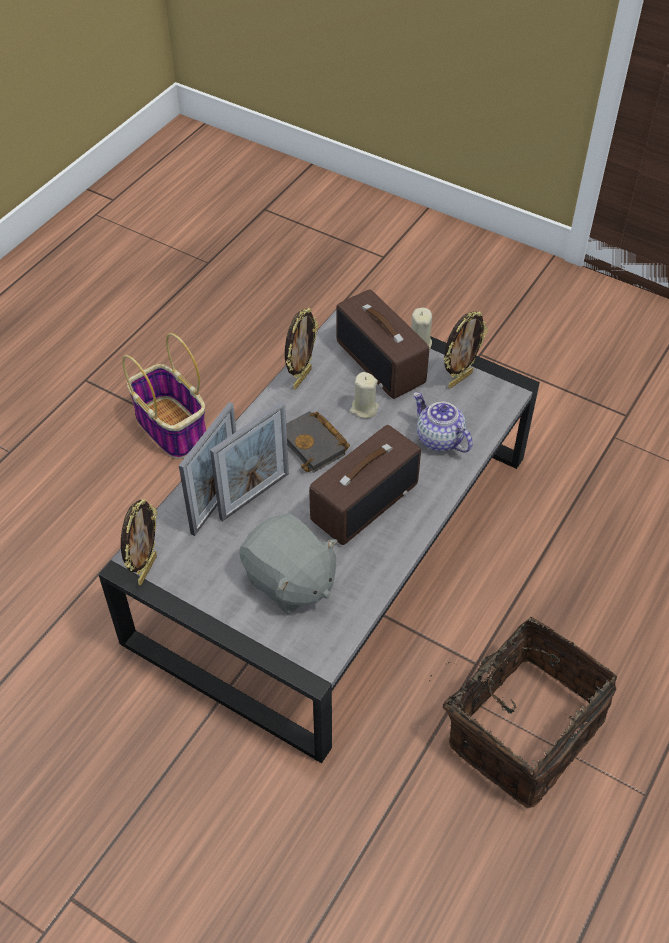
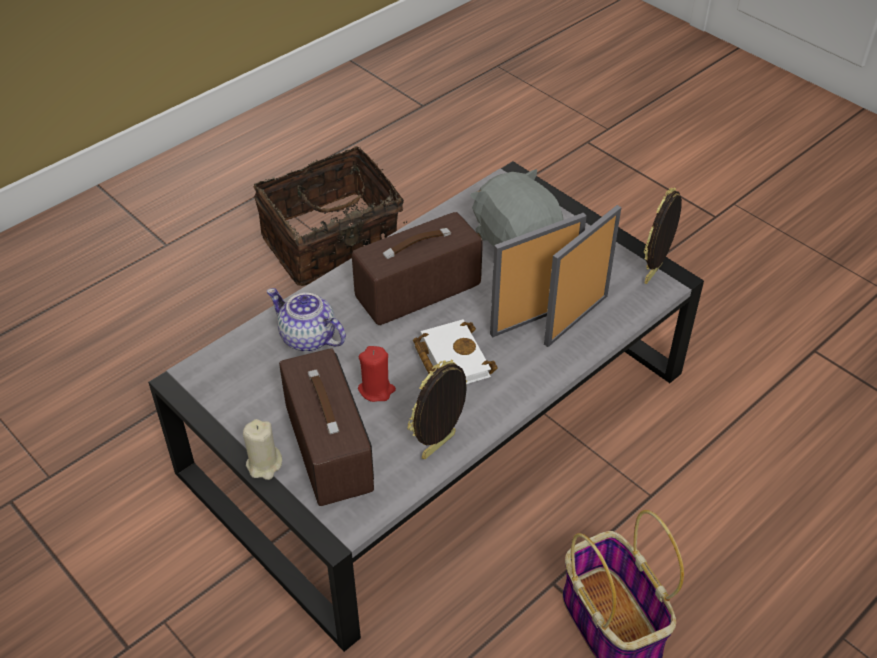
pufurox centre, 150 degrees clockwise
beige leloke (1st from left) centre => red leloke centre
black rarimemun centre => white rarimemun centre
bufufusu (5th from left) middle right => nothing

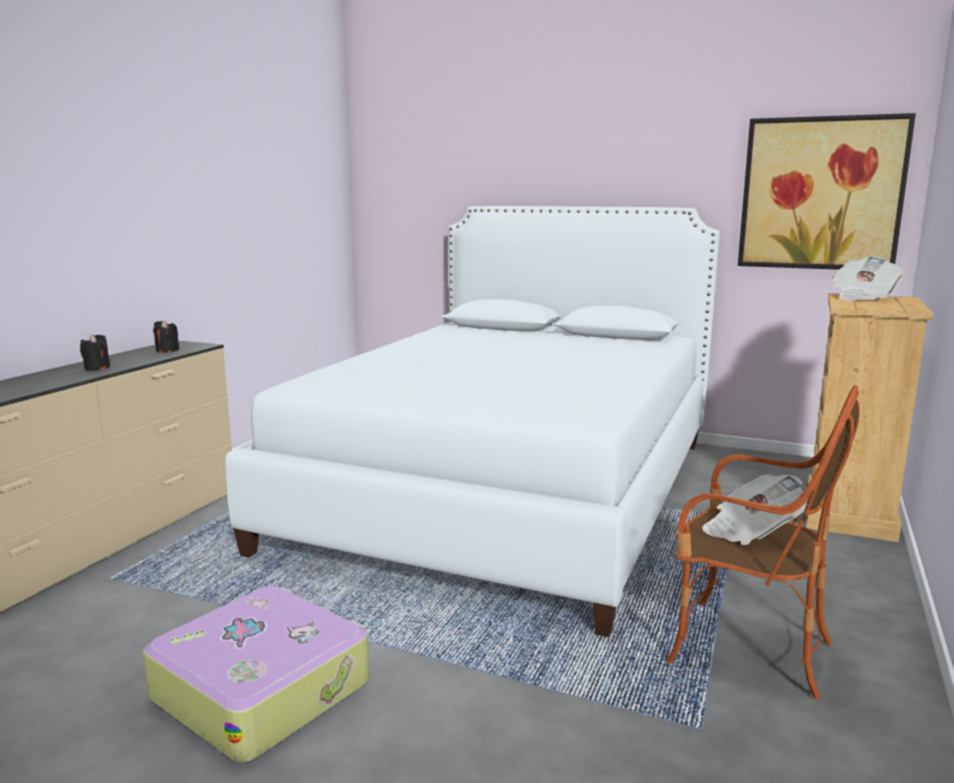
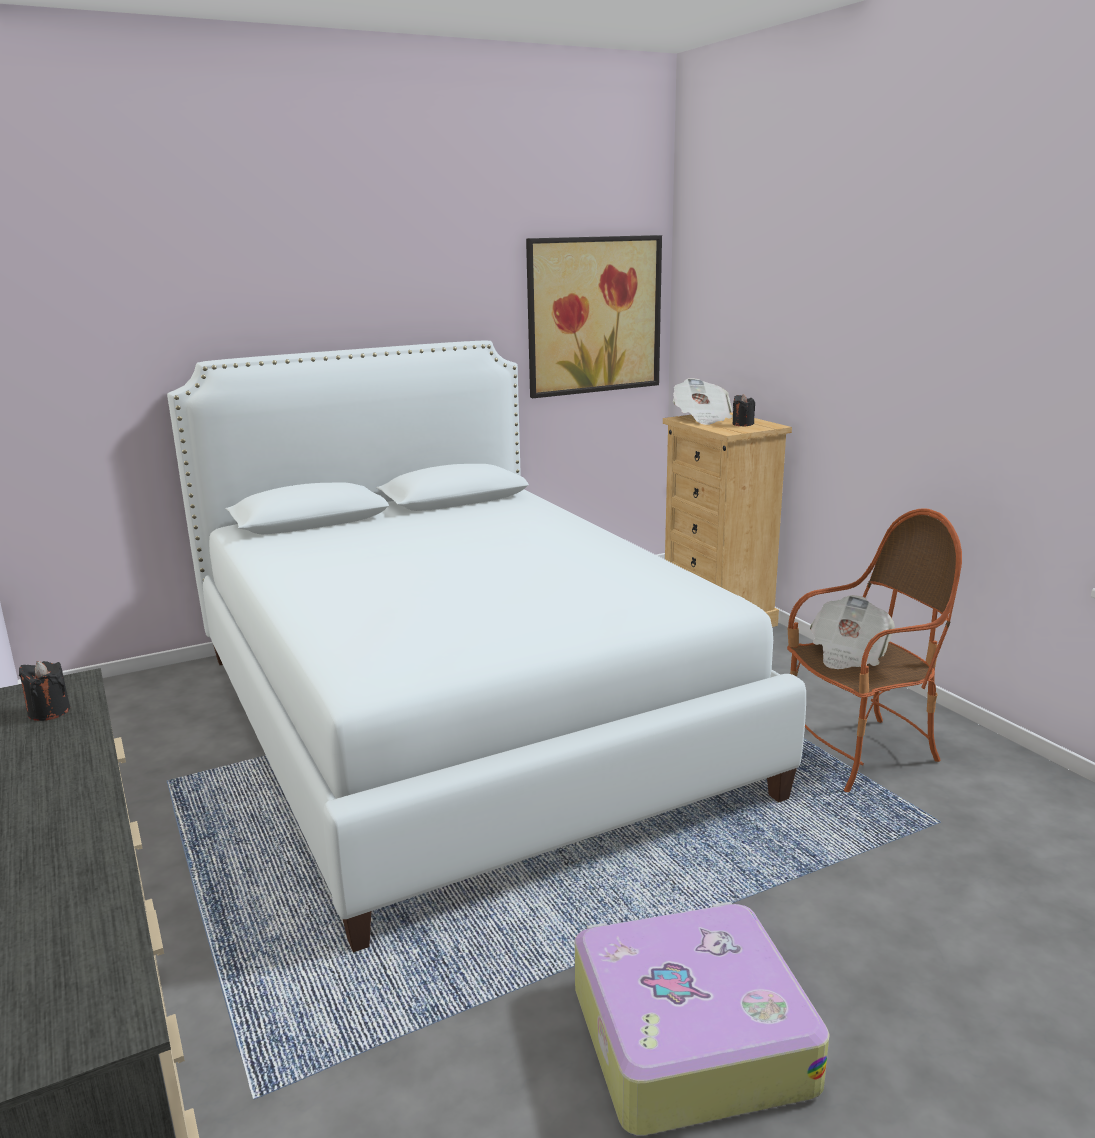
black leloke (1st from left in the first image) middle left => black leloke (2nd from left) middle right, moved

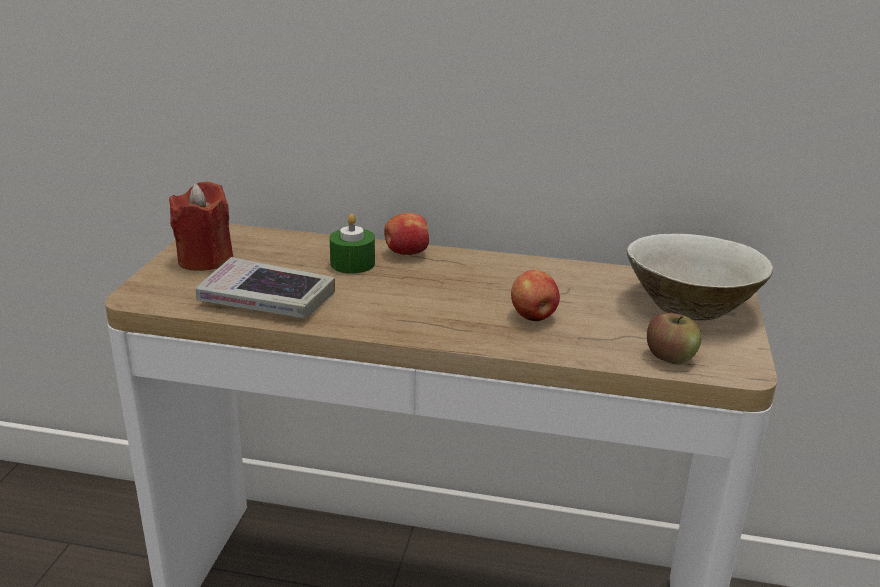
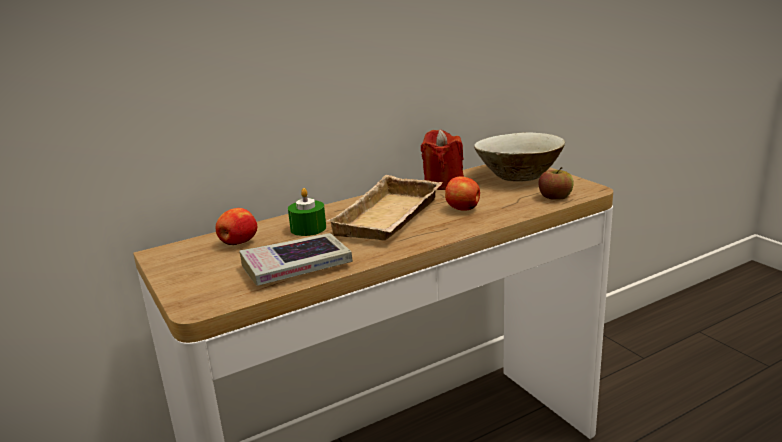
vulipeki (1st from left) centre => vulipeki (1st from left) middle left, moved
nothing => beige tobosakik centre
red leloke middle left => red leloke centre, moved

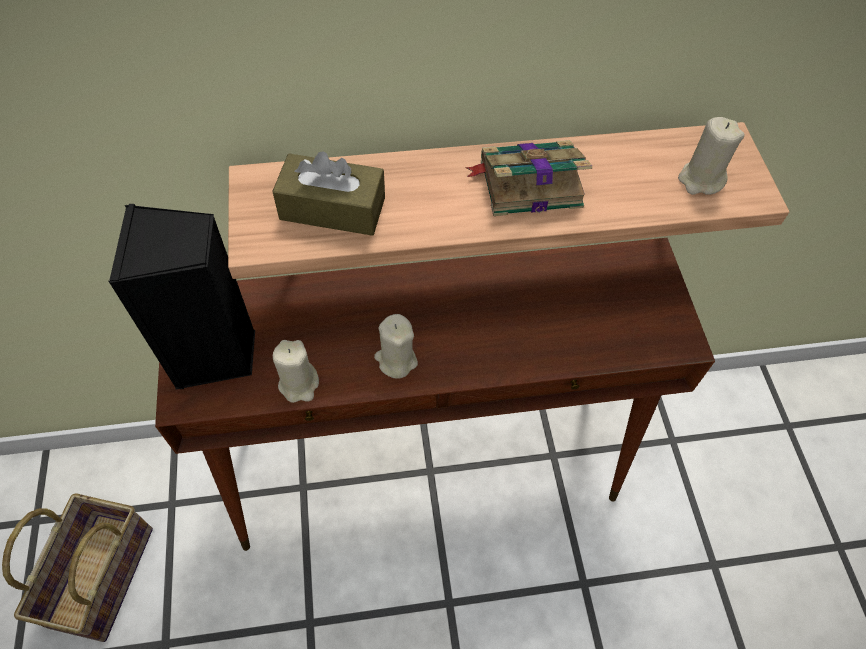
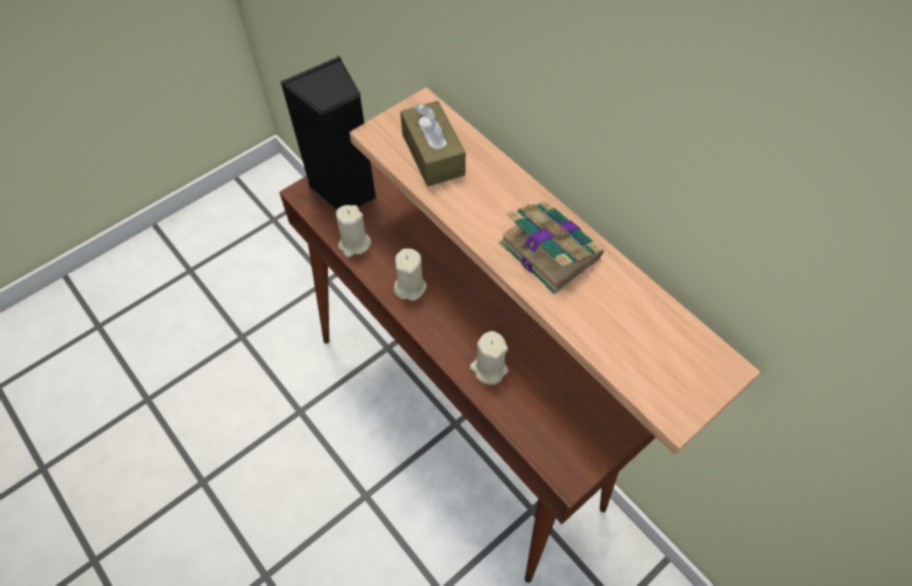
beige leloke (3rd from left) top right => beige leloke (3rd from left) centre, moved
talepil bottom left => nothing

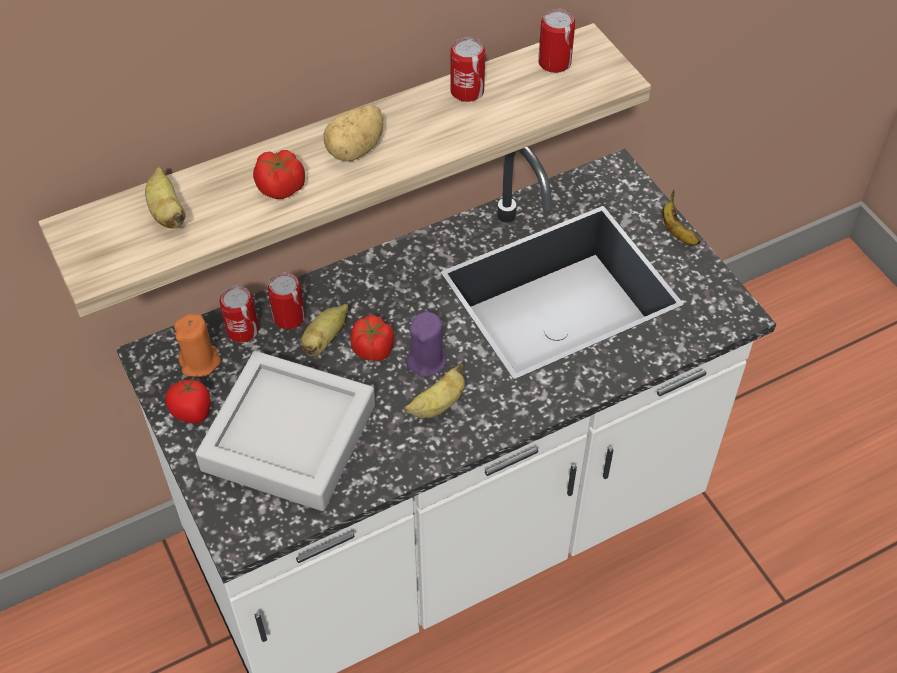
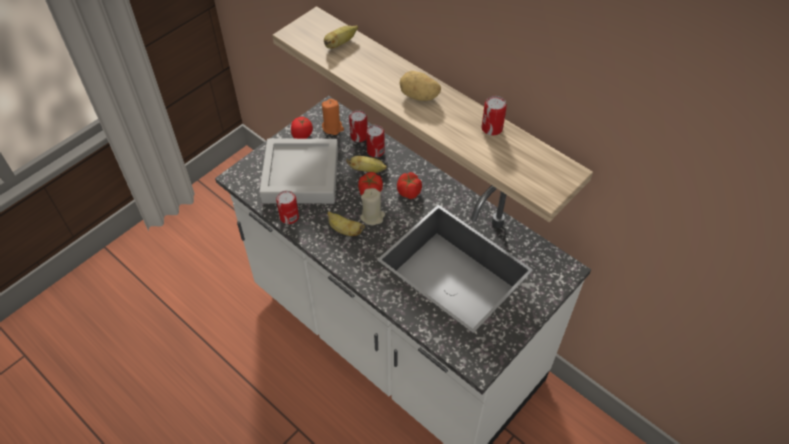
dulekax (4th from left in the first image) top centre => dulekax (1st from left) centre, moved
purple leloke centre => beige leloke centre
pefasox (2nd from left in the first image) top left => pefasox (3rd from left) centre, moved
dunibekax (4th from left) top right => nothing

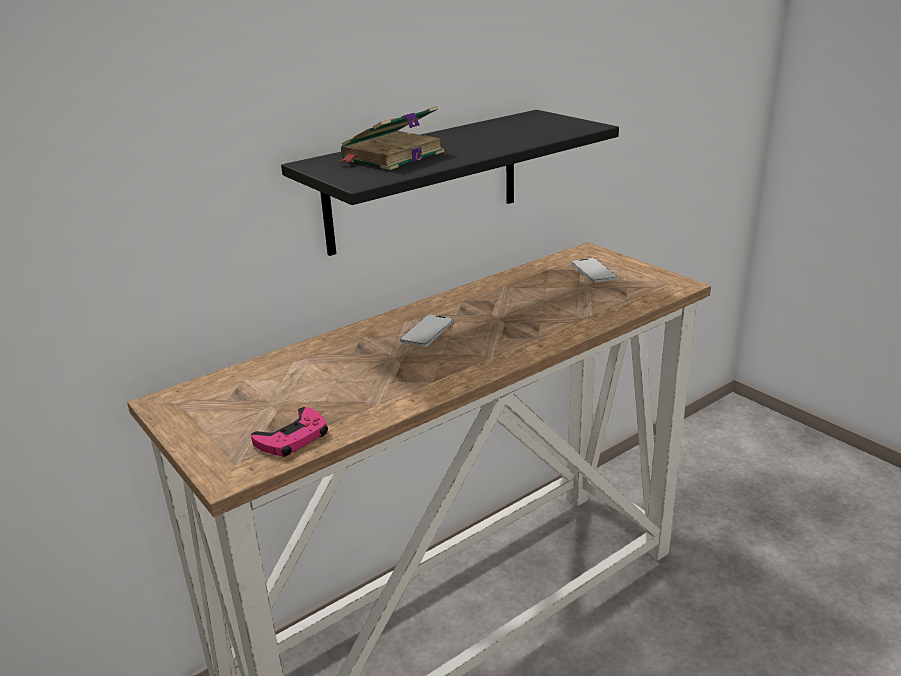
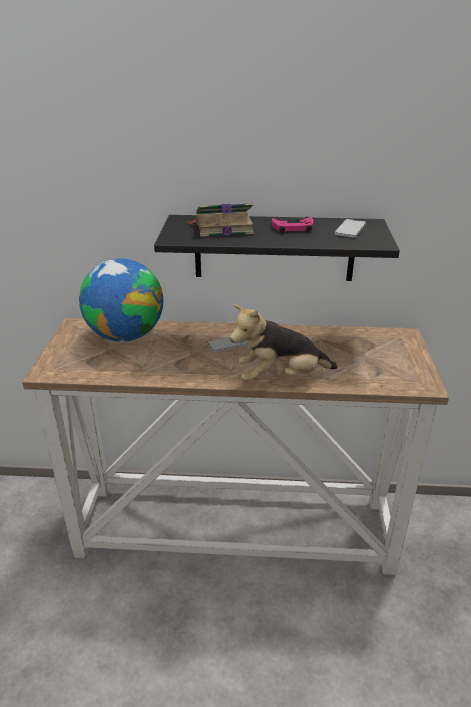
nothing => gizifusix middle left
nothing => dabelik centre
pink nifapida middle left => pink nifapida top centre, moved
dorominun (2nd from left) centre => dorominun (2nd from left) top right, moved

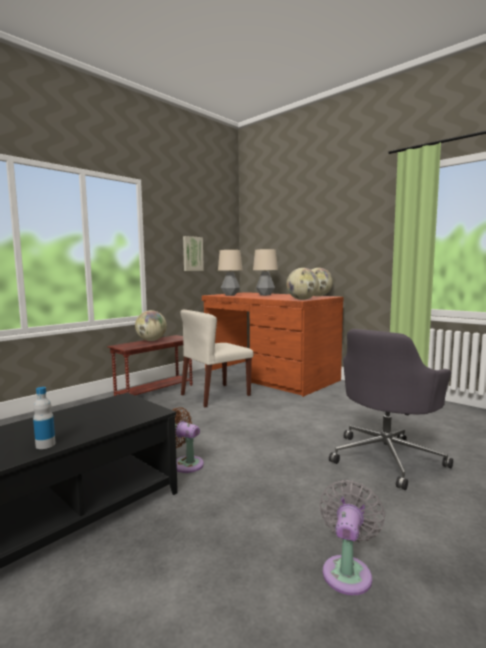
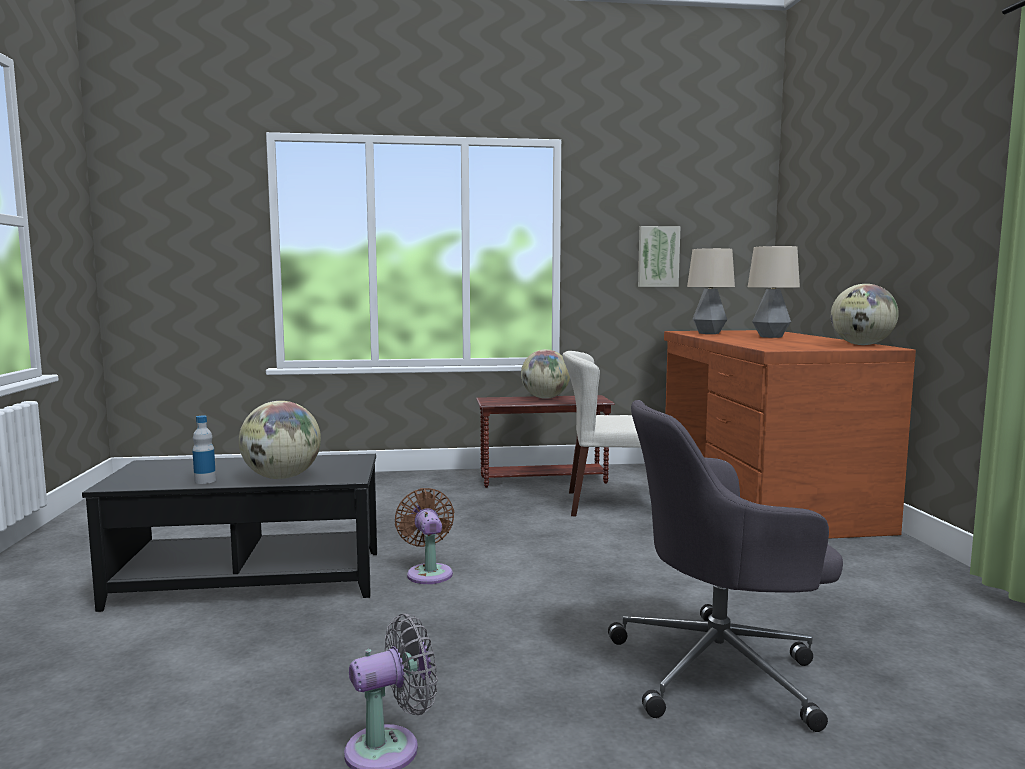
gizifusix (2nd from left in the first image) centre => gizifusix (1st from left) middle left, moved

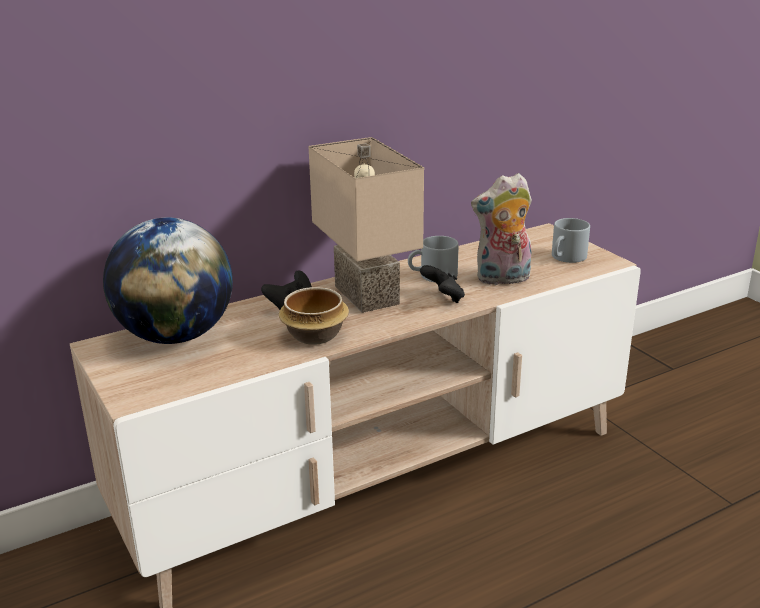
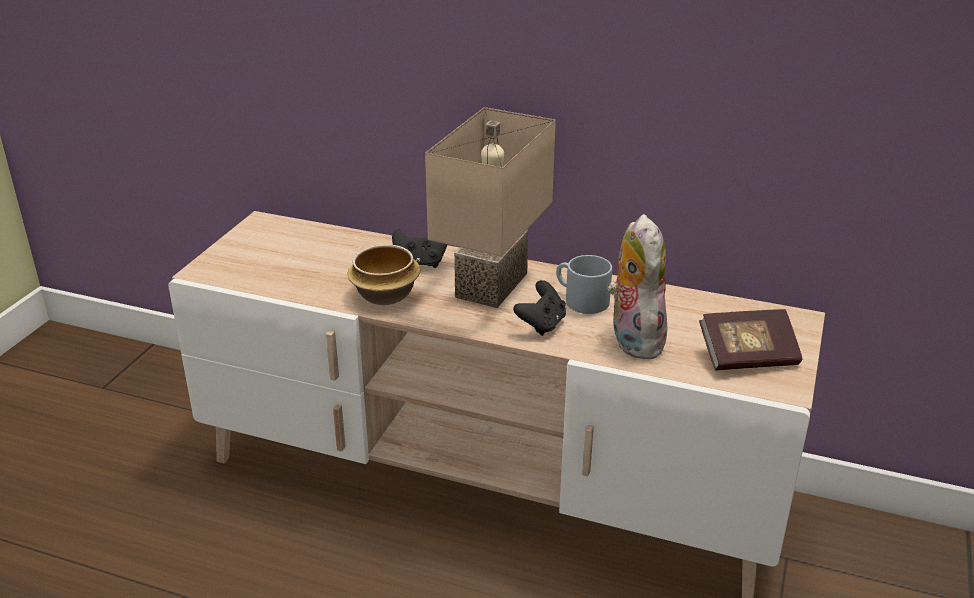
dabelik centre, 45 degrees clockwise
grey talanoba (2nd from left) middle right => rarimemun middle right
gizifusix middle left => nothing

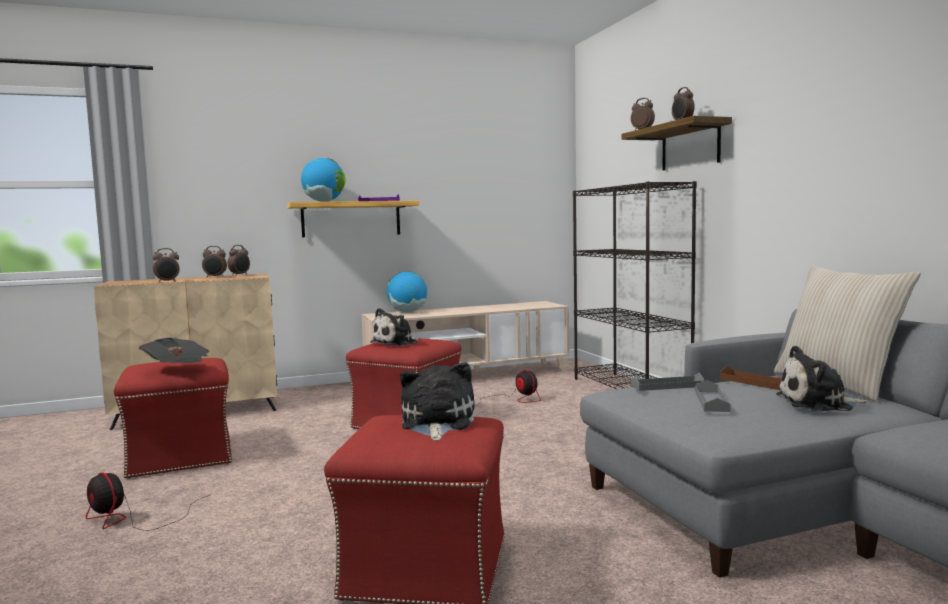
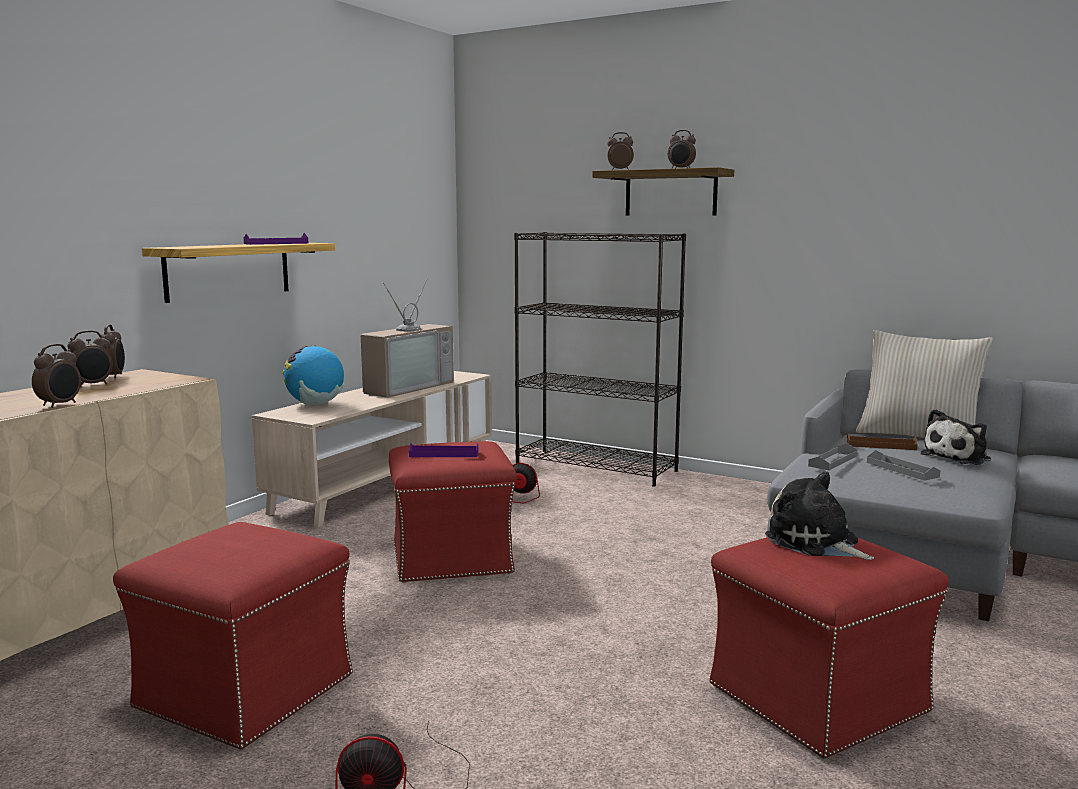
nothing => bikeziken centre
dabelik (1st from left) centre => purple tobosakik (2nd from left) centre
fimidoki middle left => nothing
gizifusix (1st from left) top centre => nothing

